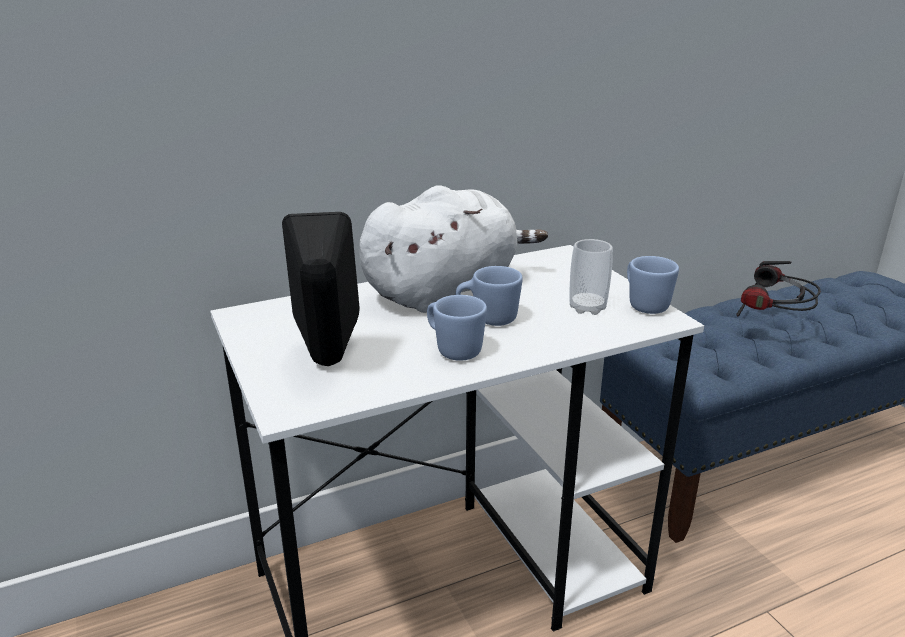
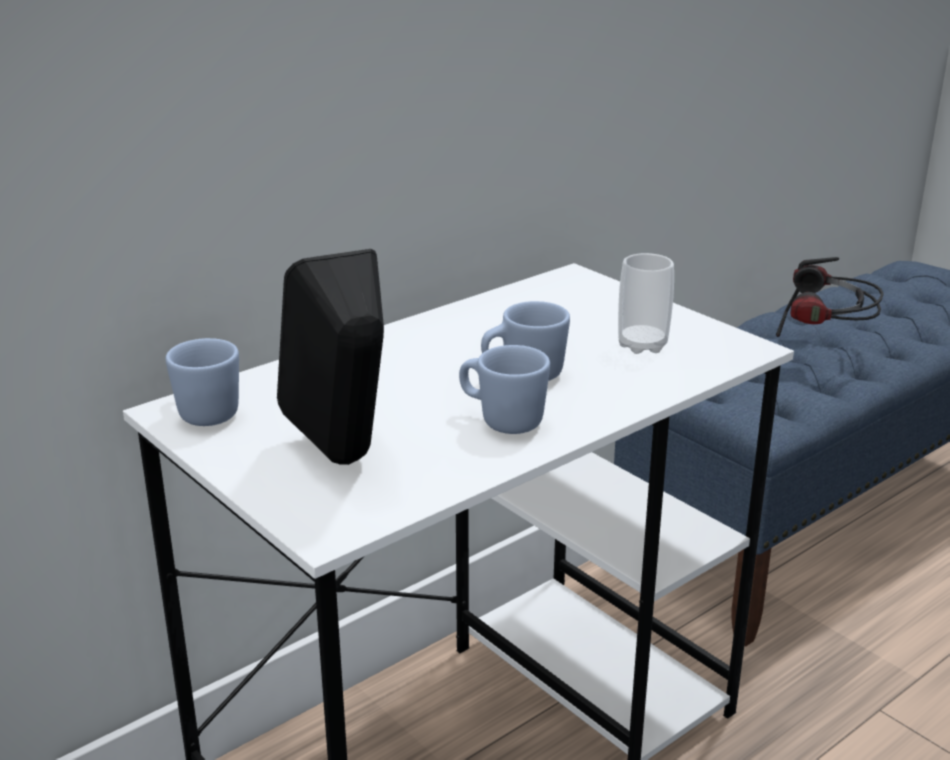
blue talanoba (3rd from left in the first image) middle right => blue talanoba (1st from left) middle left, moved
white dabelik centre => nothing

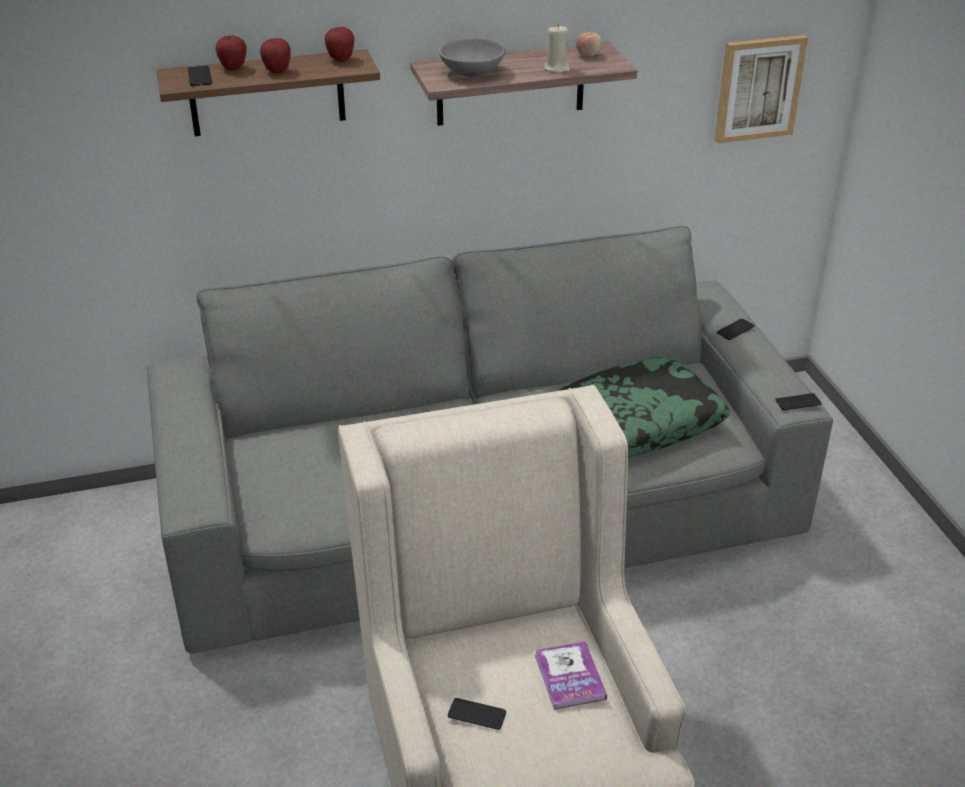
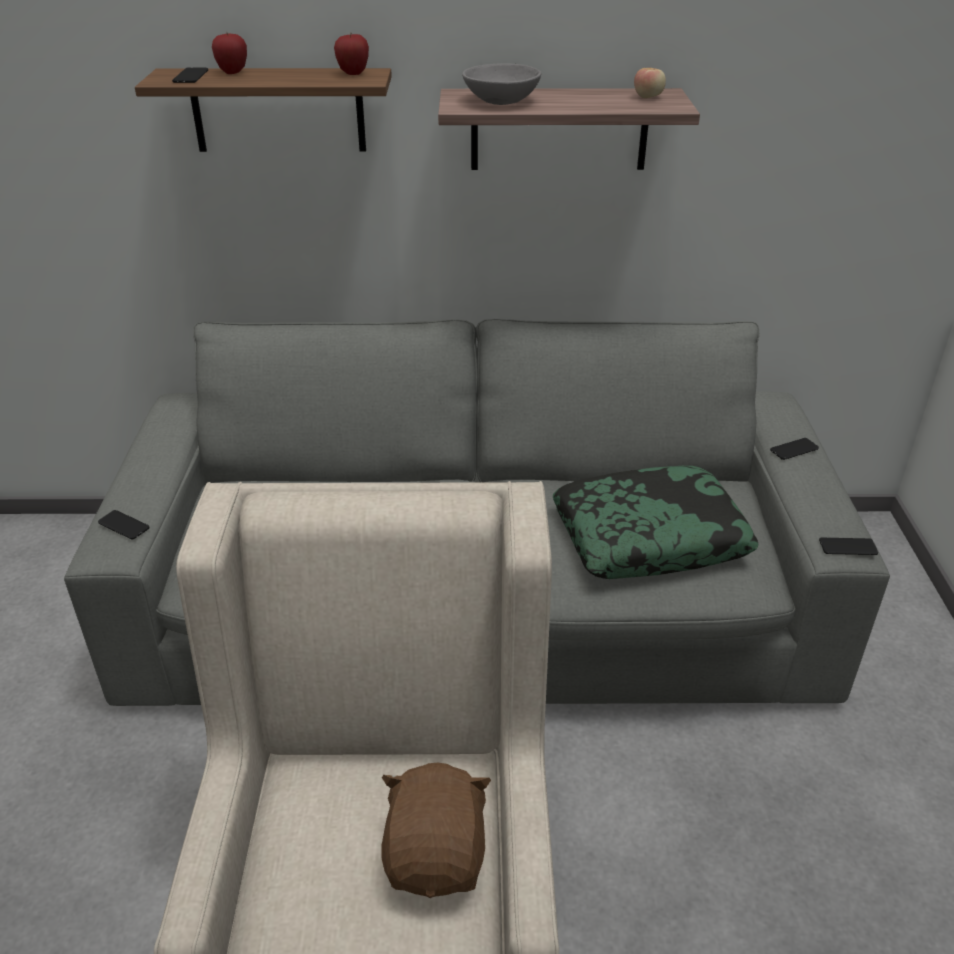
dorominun (2nd from left in the first image) bottom centre => dorominun (1st from left) middle left, moved
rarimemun bottom centre => brown dabelik bottom centre
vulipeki (2nd from left) top left => nothing
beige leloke top centre => nothing
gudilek top right => nothing

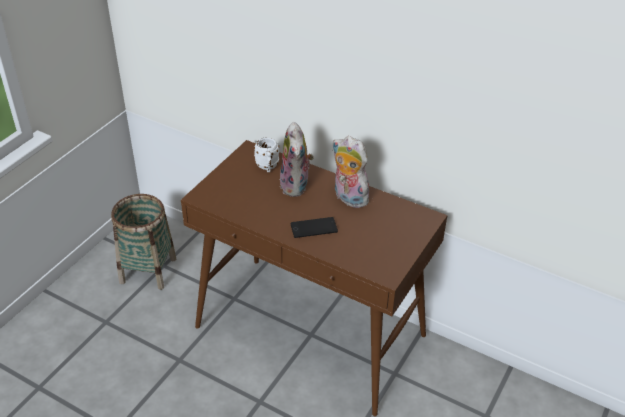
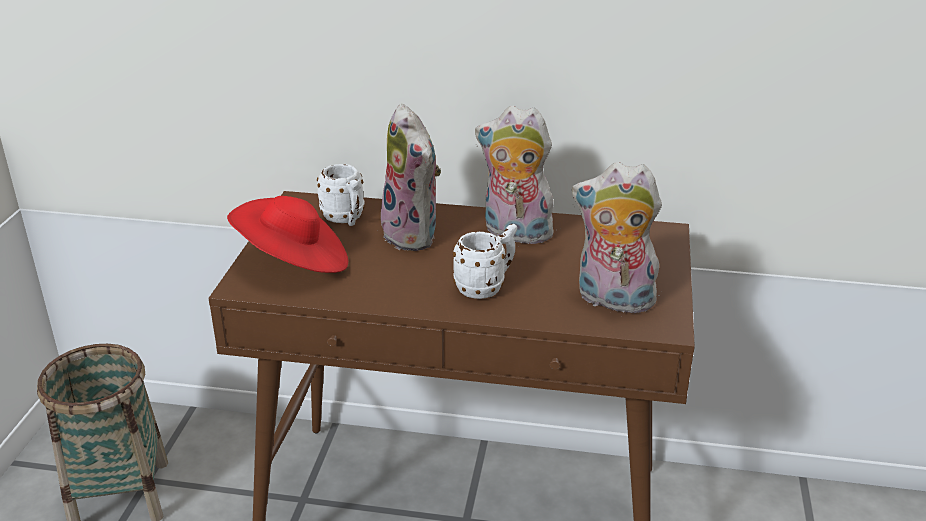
nothing => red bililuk middle left
dorominun centre => white talanoba (2nd from left) centre
nothing => dabelik (3rd from left) centre

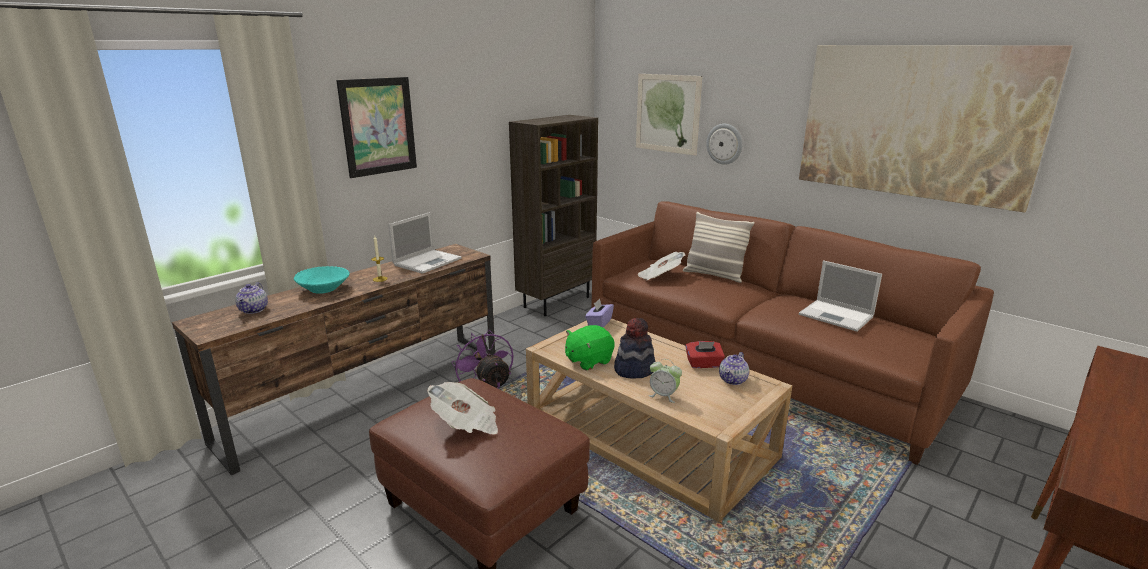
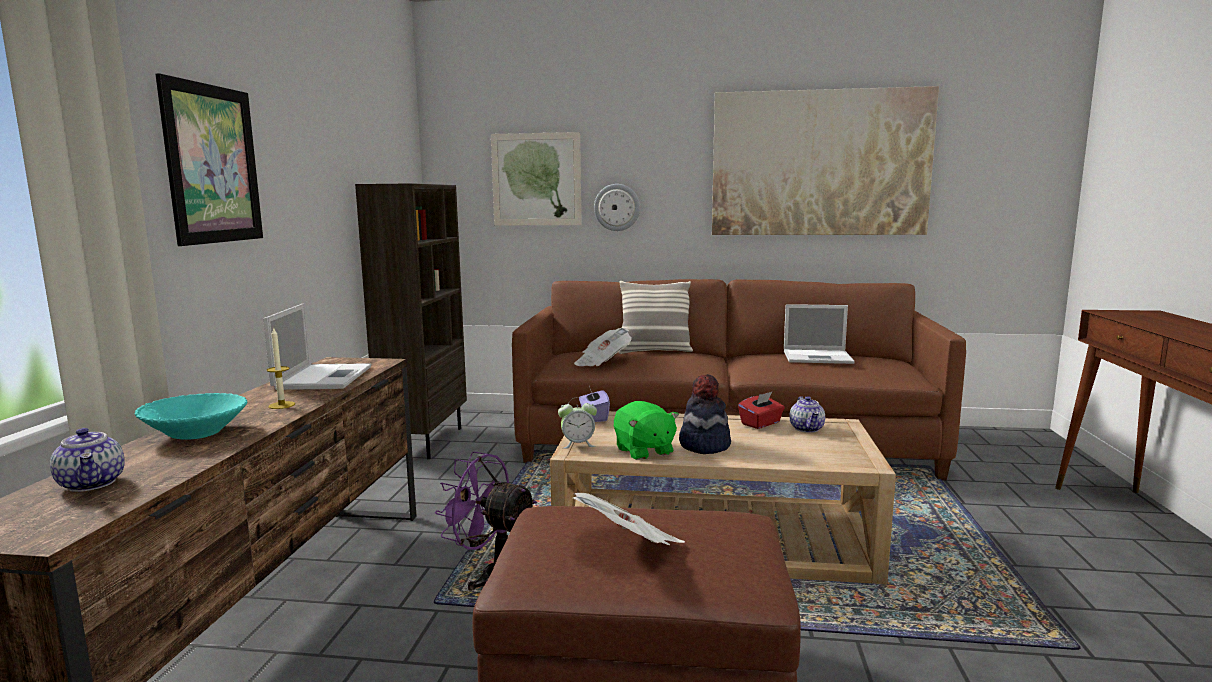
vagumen bottom centre => vagumen centre, moved
green dabelik centre, 45 degrees counterclockwise

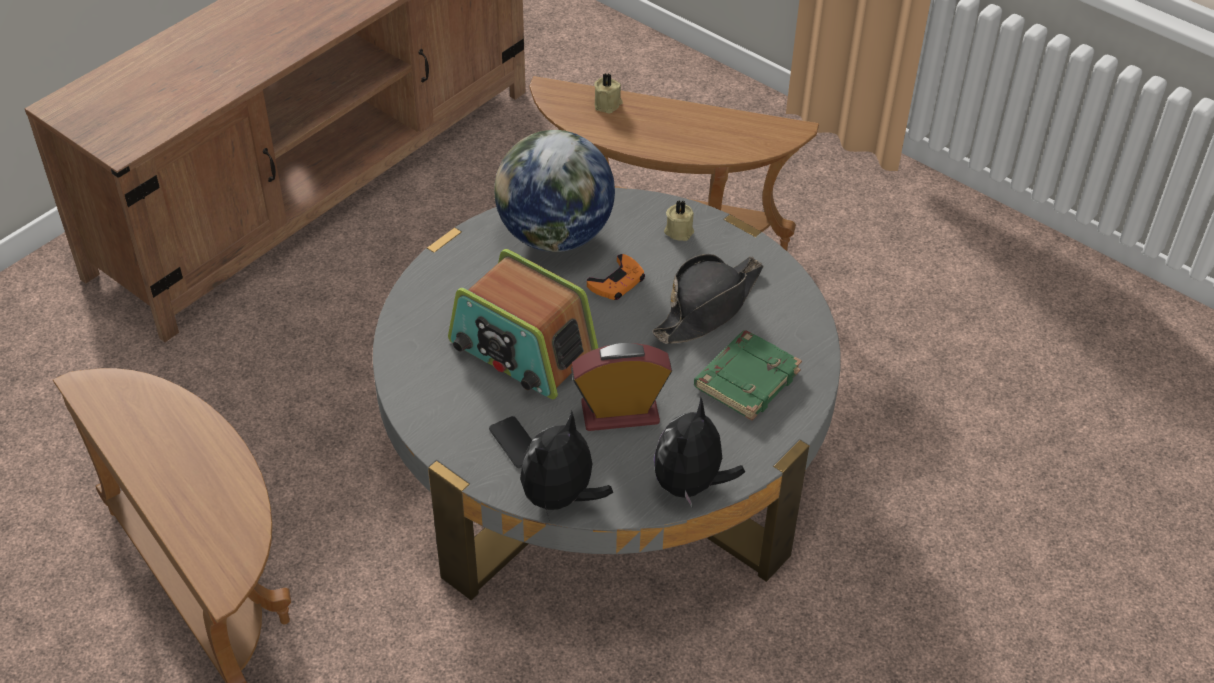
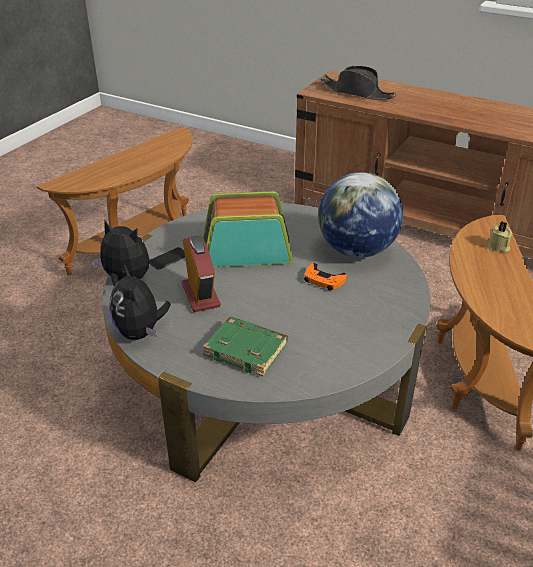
dabelik (2nd from left) centre => dabelik (2nd from left) middle left, 120 degrees counterclockwise
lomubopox centre, 60 degrees clockwise
black bililuk centre => black bililuk top right, moved
beige leloke (2nd from left) top centre => nothing

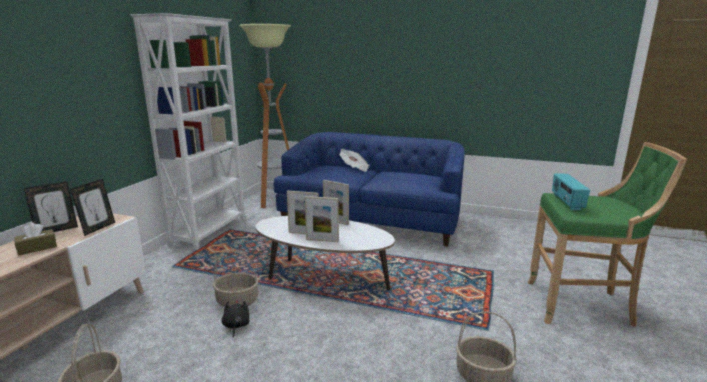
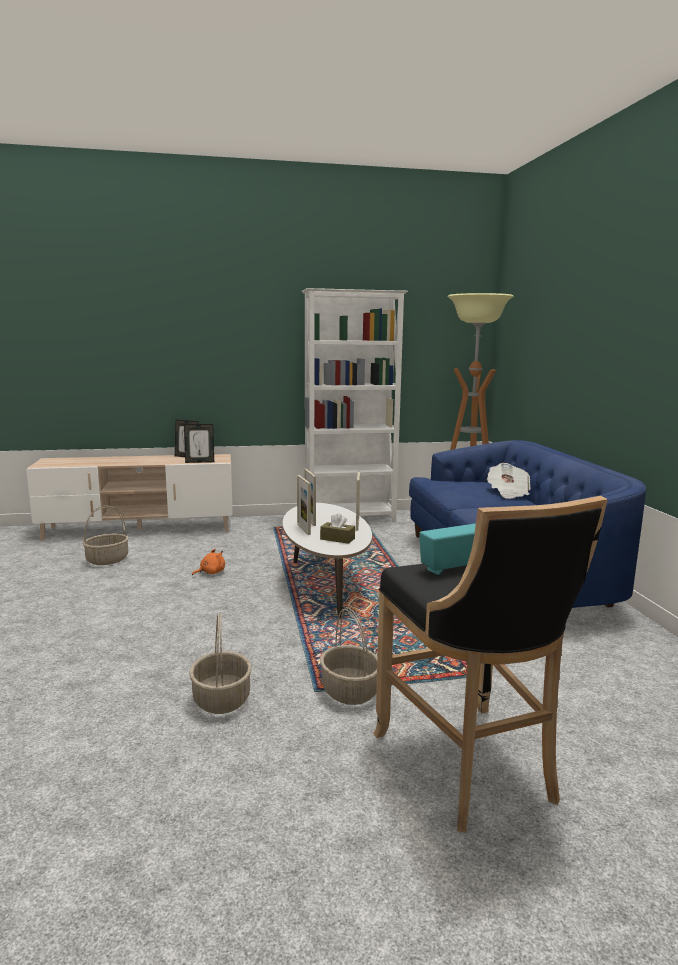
black dabelik bottom left => orange dabelik middle left
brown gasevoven middle left => brown gasevoven centre, moved
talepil (2nd from left in the first image) bottom left => talepil (3rd from left) bottom centre, moved
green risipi middle right => black risipi bottom right

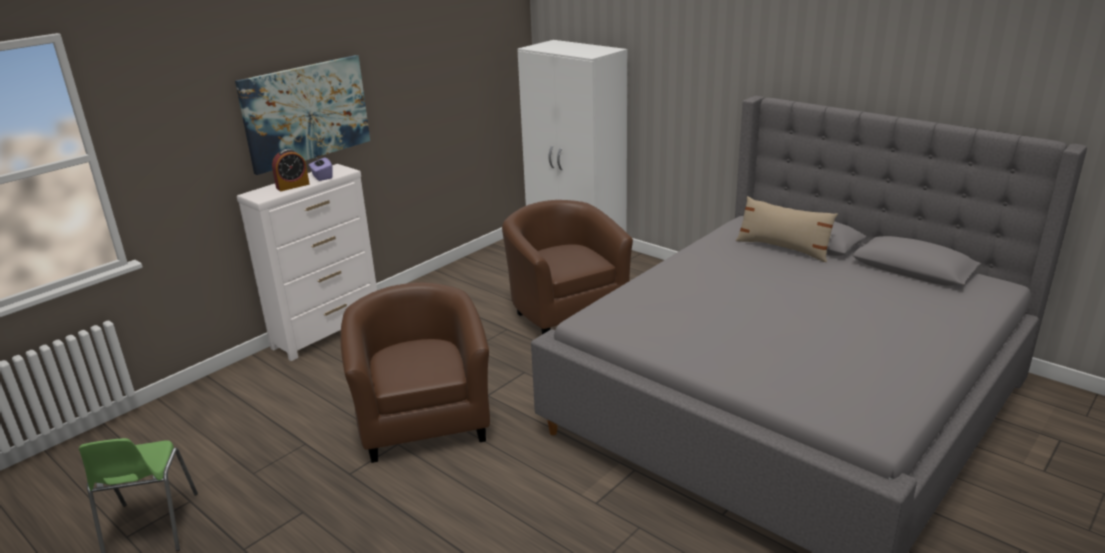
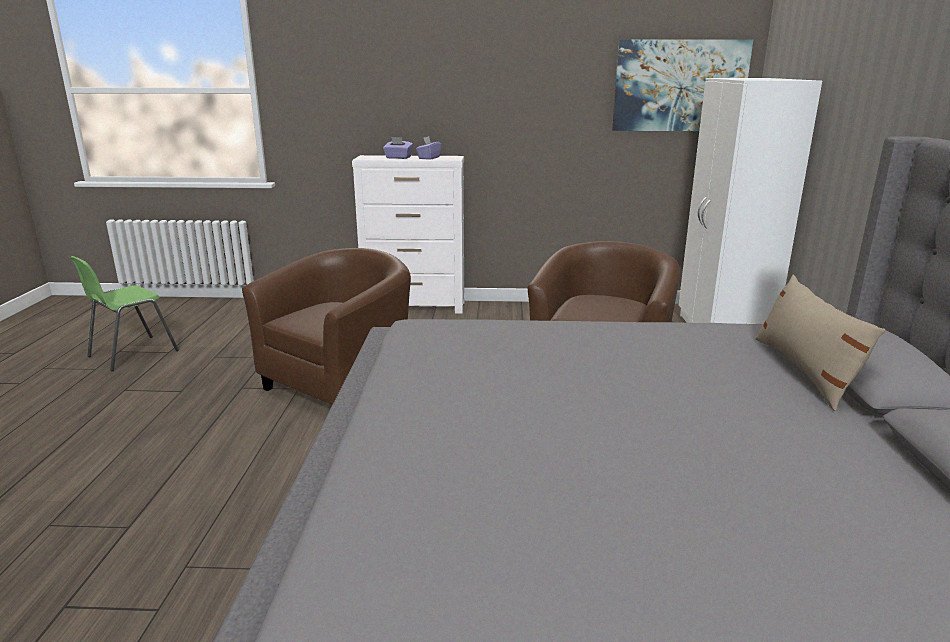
vagumen top left => purple gasevoven (1st from left) top centre
gudilek top left => gudilek top right, moved

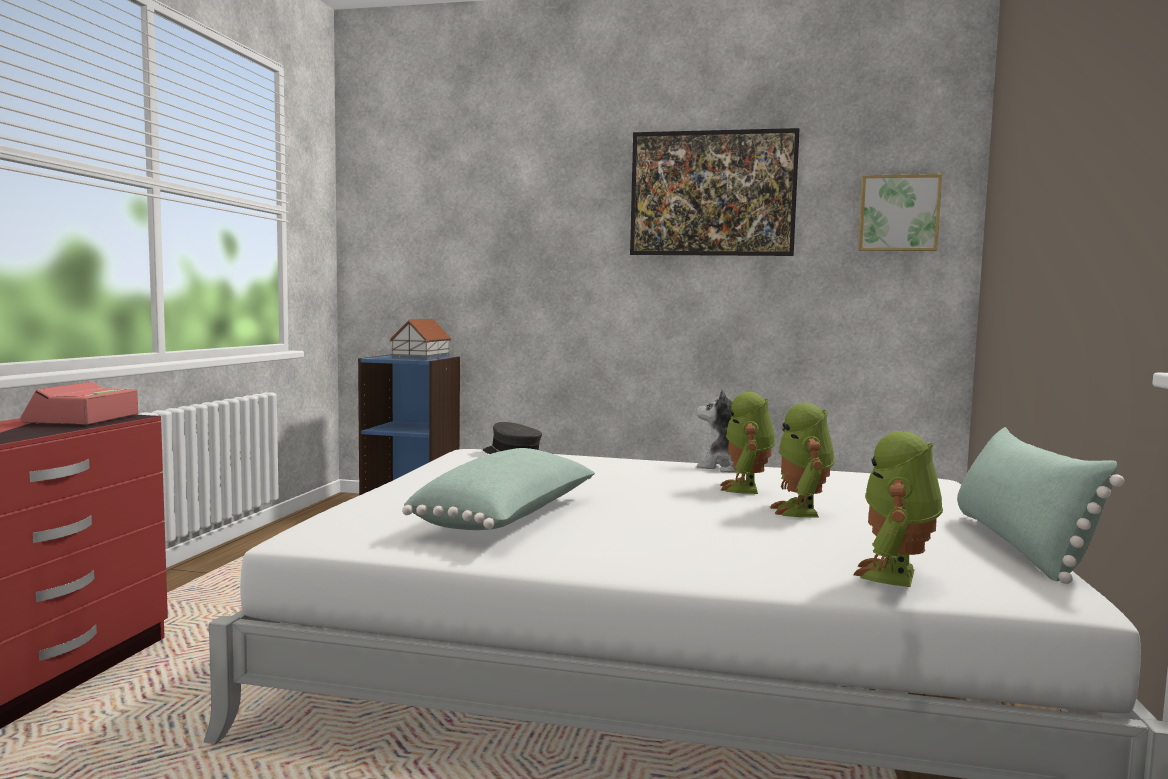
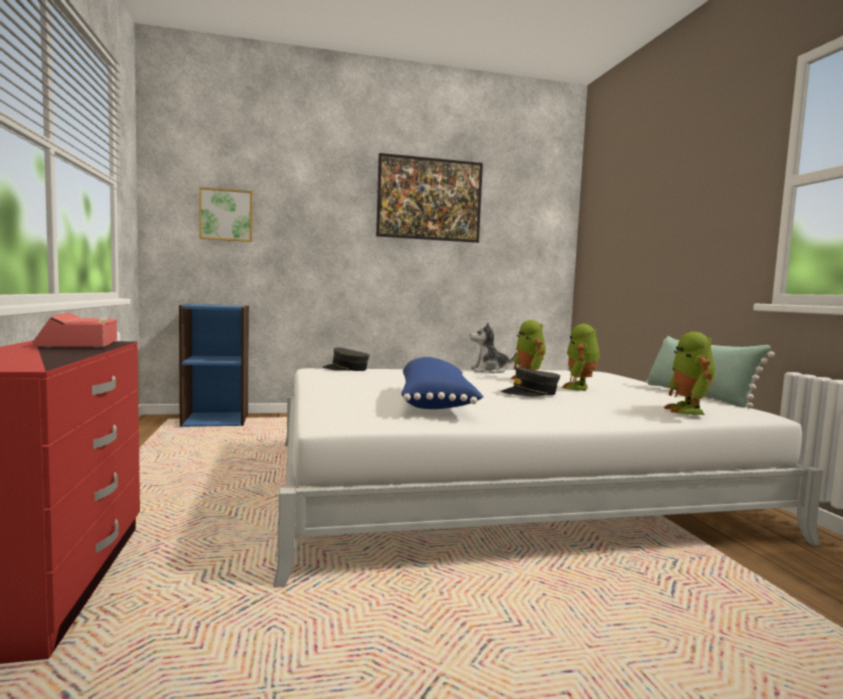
gudilek (2nd from left in the first image) top right => gudilek (1st from left) top left, moved
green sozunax (1st from left) centre => blue sozunax centre
nothing => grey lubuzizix (2nd from left) centre
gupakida (2nd from left) middle right, 45 degrees clockwise
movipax centre => nothing

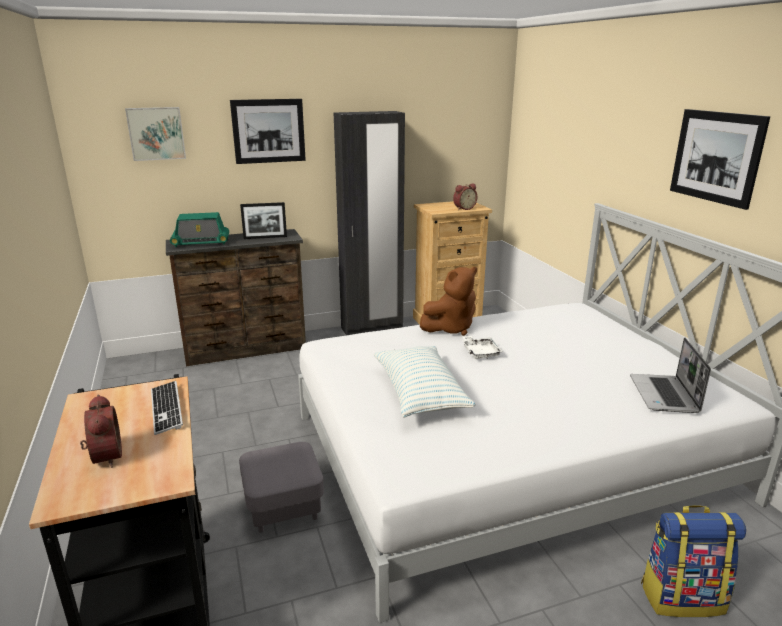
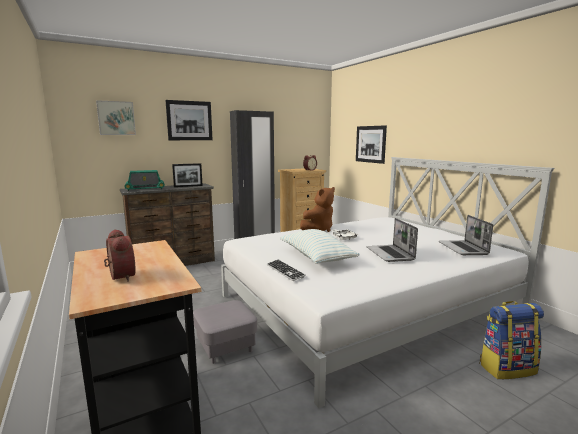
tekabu middle left => tekabu centre, moved
gudilek (3rd from left) top right => gudilek (3rd from left) top centre, moved
nothing => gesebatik (1st from left) middle right

